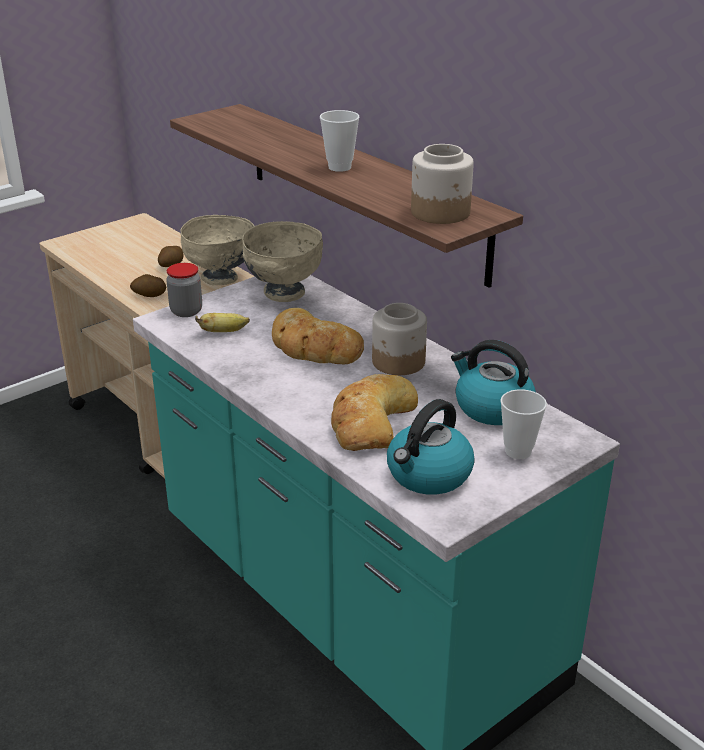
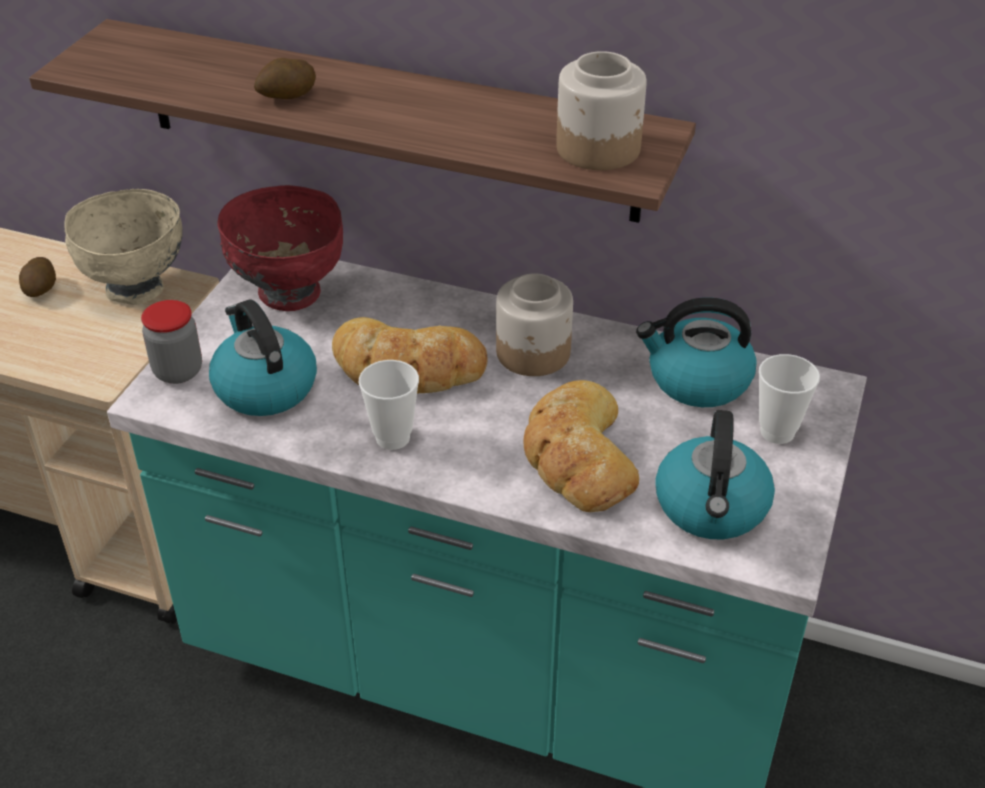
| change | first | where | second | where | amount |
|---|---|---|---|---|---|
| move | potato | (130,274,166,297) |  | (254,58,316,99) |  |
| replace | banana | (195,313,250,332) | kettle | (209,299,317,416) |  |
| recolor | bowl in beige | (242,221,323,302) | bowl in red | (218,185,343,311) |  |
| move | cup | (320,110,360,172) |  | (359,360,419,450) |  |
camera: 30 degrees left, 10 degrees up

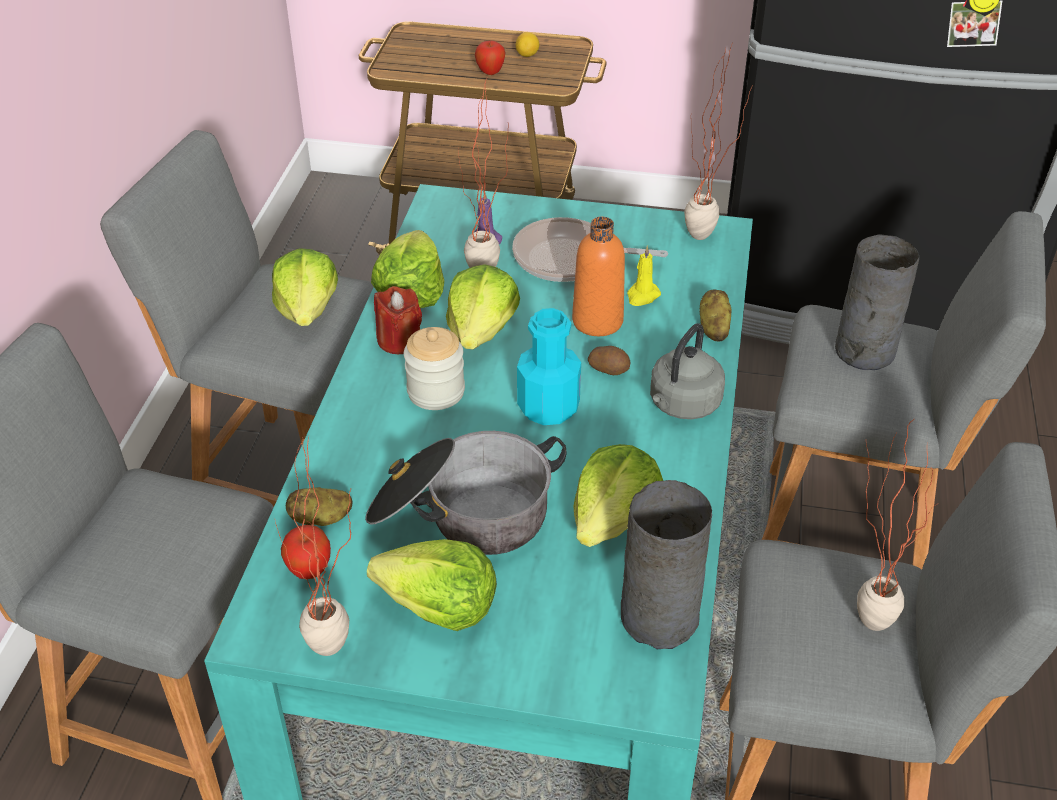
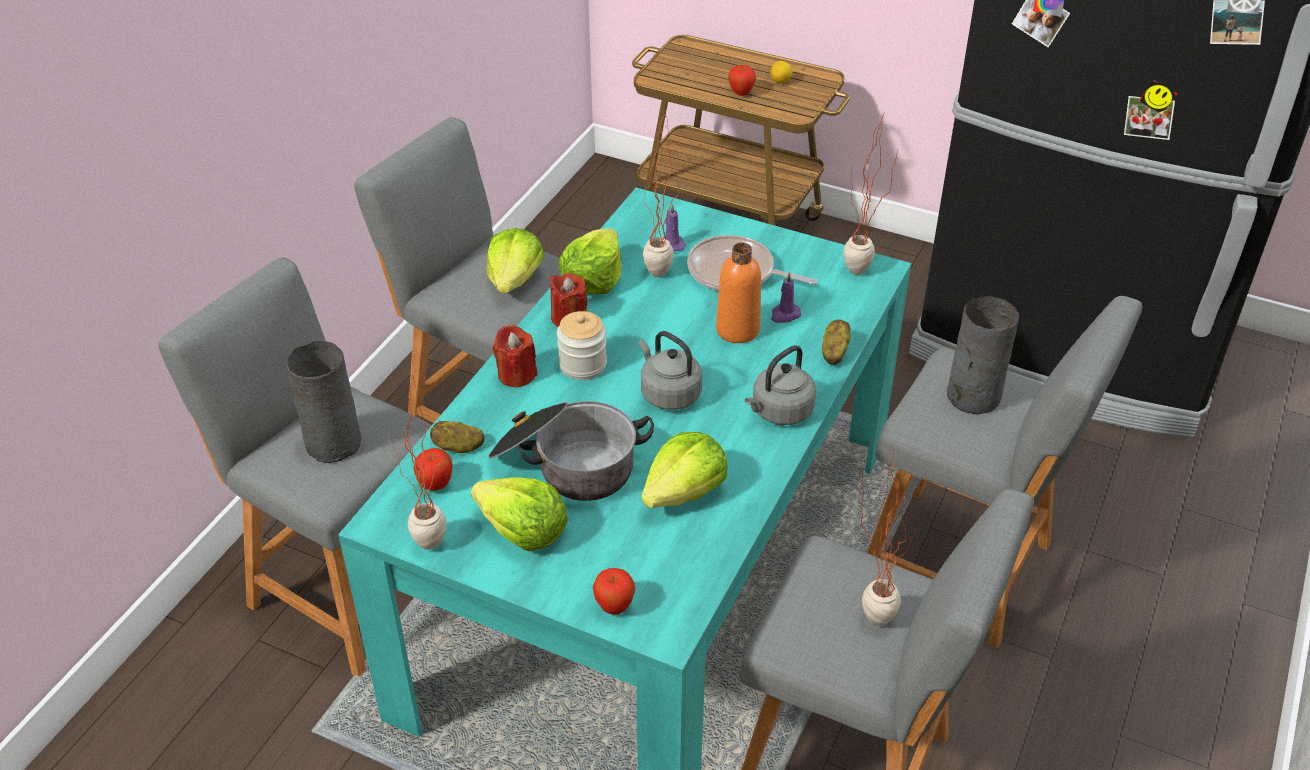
| change | first | where | second | where | amount |
|---|---|---|---|---|---|
| delete | lettuce | (446,264,520,350) |  |  |  |
| replace | bottle in turquoise | (517,308,581,425) | kettle in grey | (639,331,702,410) |  |
| delete | potato | (588,346,631,375) |  |  |  |
| move | vase in grey | (621,480,712,649) |  | (286,341,361,463) |  |
| recolor | candle in yellow | (627,245,661,306) | candle in purple | (771,272,801,323) |  |
| insert |  |  | candle in red | (493,324,537,387) |  |
| insert |  |  | apple | (593,568,636,615) |  |
camera: 15 degrees right, 0 degrees up

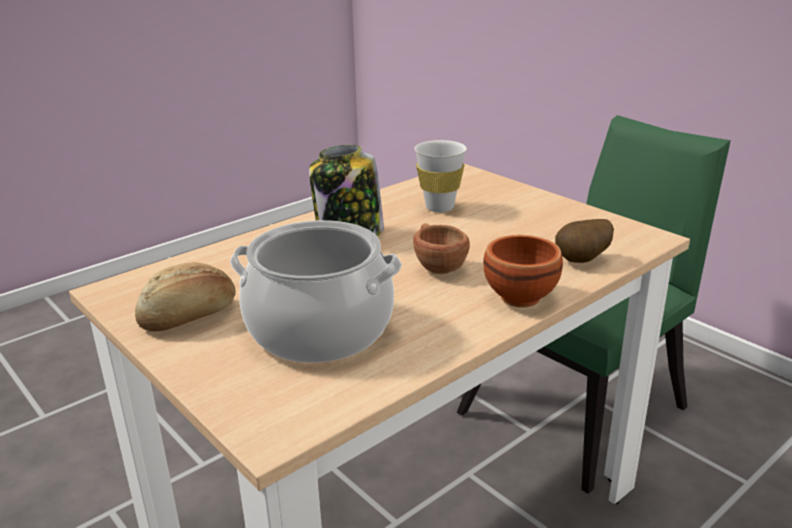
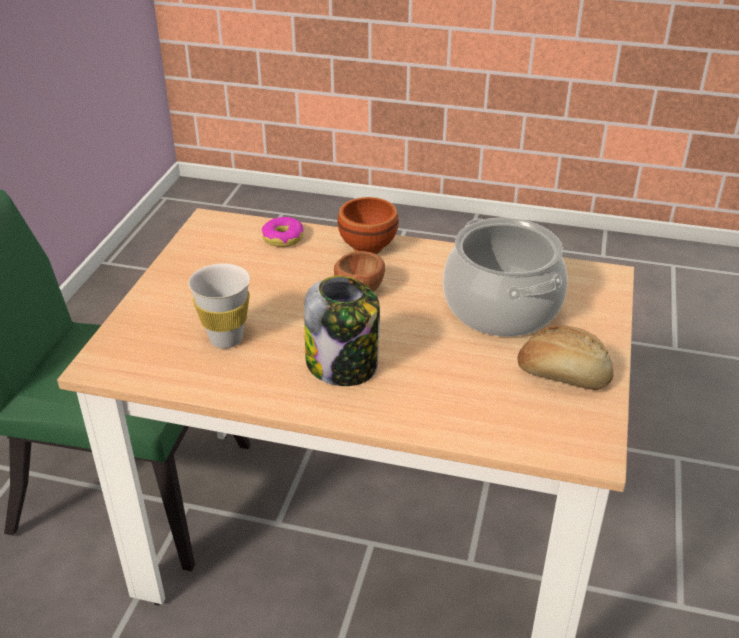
| change | first | where | second | where | amount |
|---|---|---|---|---|---|
| replace | potato | (555,219,614,263) | donut | (262,217,304,247) |  |
camera: 125 degrees left, 10 degrees up

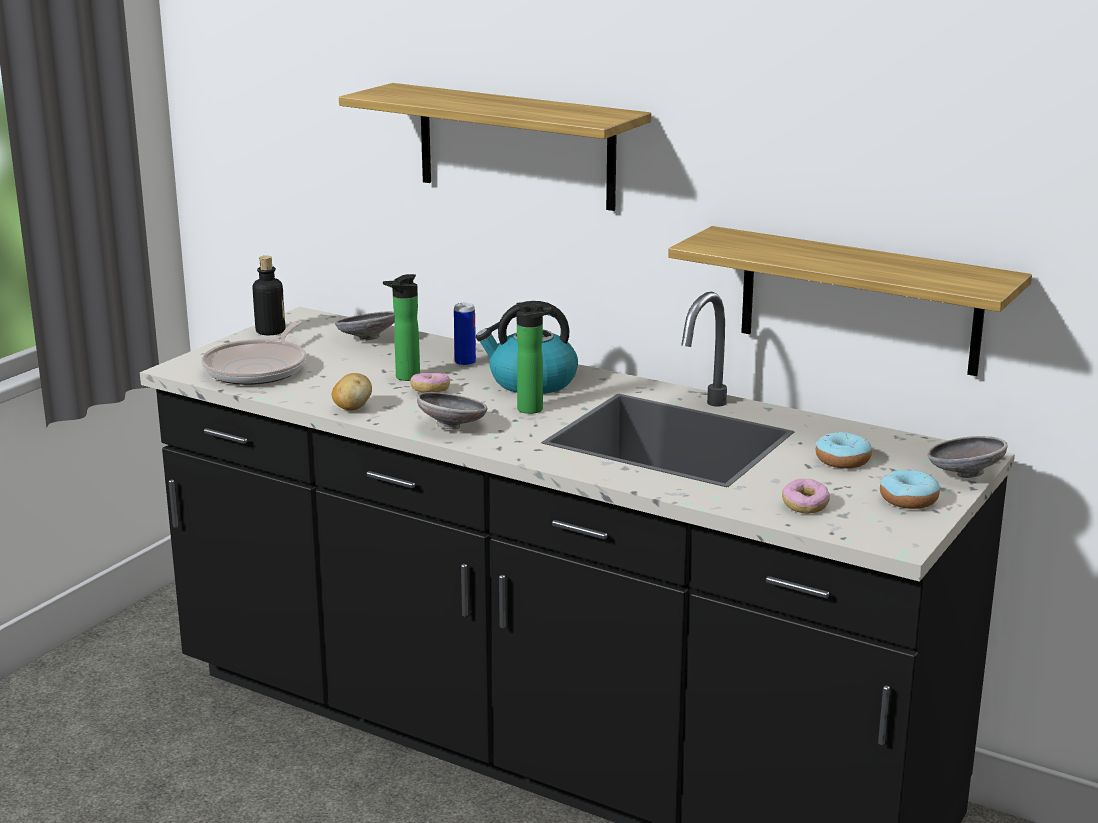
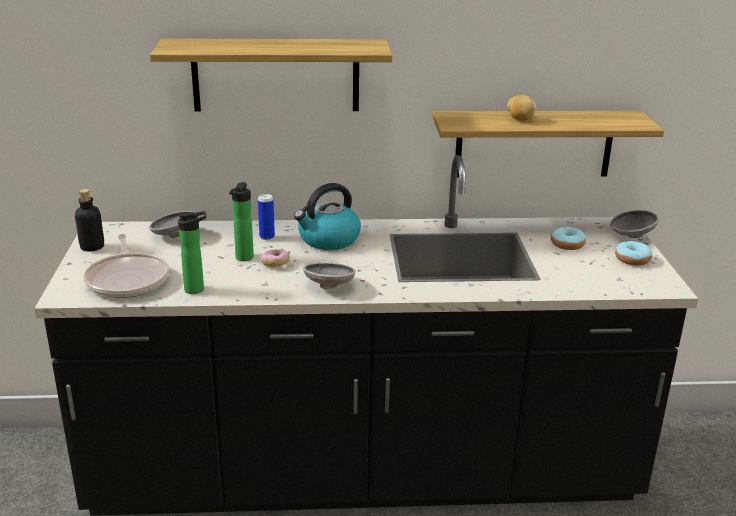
| change | first | where | second | where | amount |
|---|---|---|---|---|---|
| move | potato | (332,373,372,410) |  | (507,95,536,121) |  |
| move | bottle | (516,302,554,414) |  | (177,211,206,294) |  |
| delete | donut | (782,479,830,514) |  |  |  |
camera: 35 degrees left, 5 degrees up

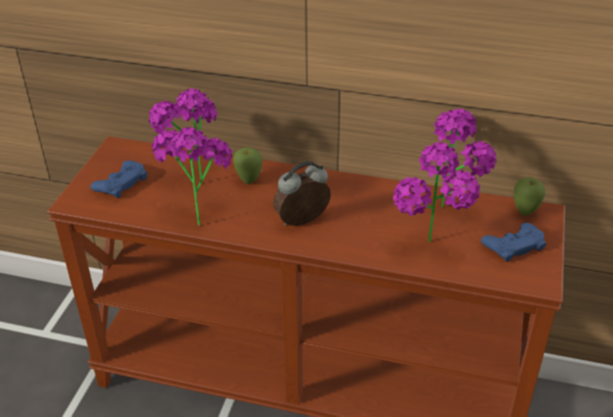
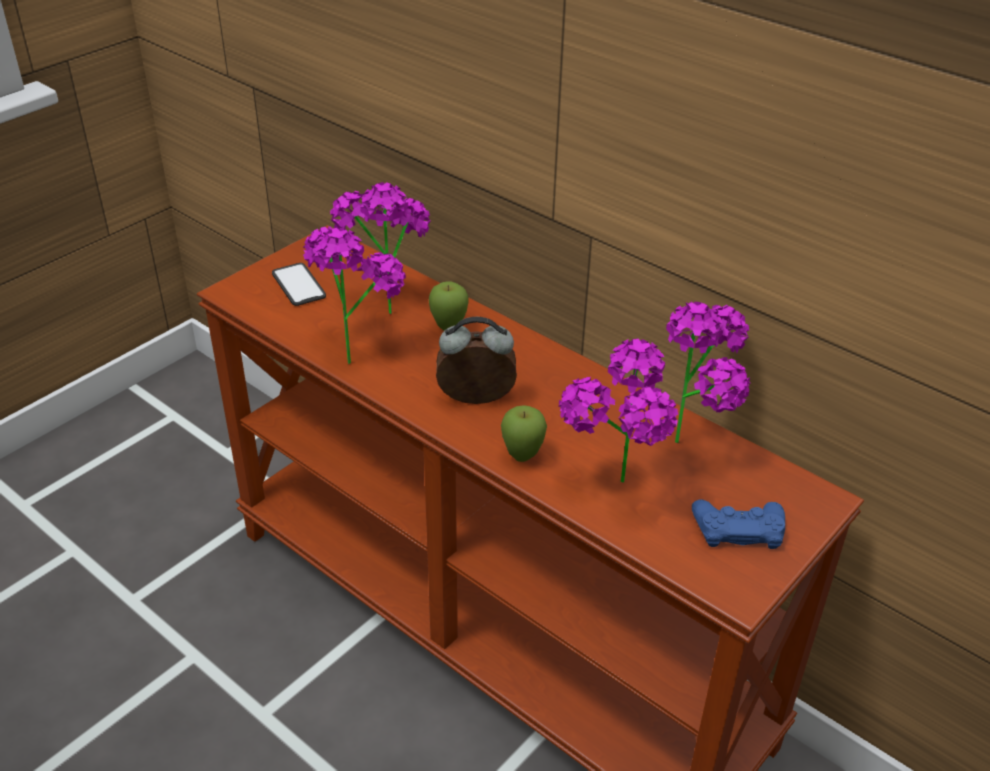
| change | first | where | second | where | amount |
|---|---|---|---|---|---|
| replace | game controller in blue | (90,160,147,198) | phone | (272,263,326,306) |  |
| move | apple | (514,177,546,216) |  | (501,405,547,462) |  |
camera: 25 degrees right, 0 degrees up

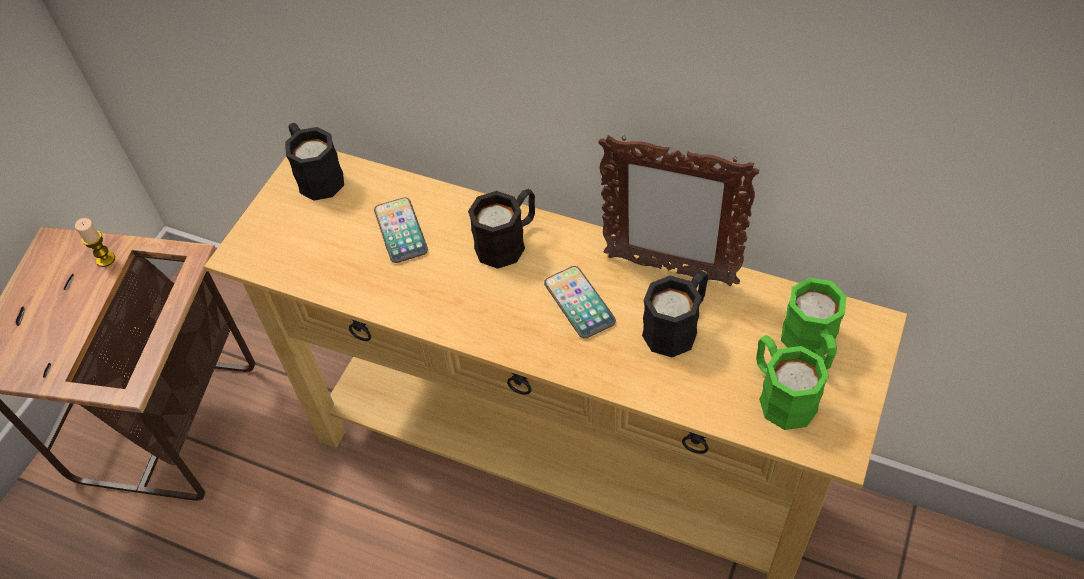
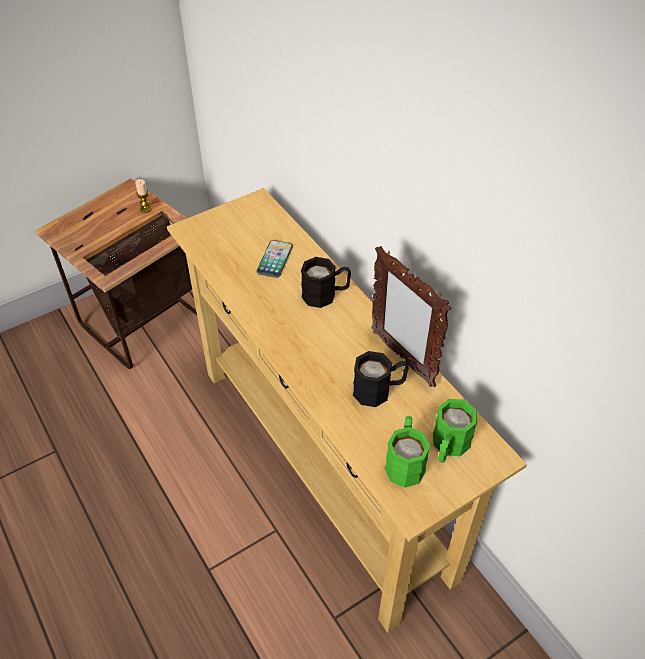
| change | first | where | second | where | amount |
|---|---|---|---|---|---|
| delete | mug in black | (285,123,344,201) |  |  |  |
| delete | phone | (544,266,616,338) |  |  |  |
camera: 30 degrees right, 5 degrees down

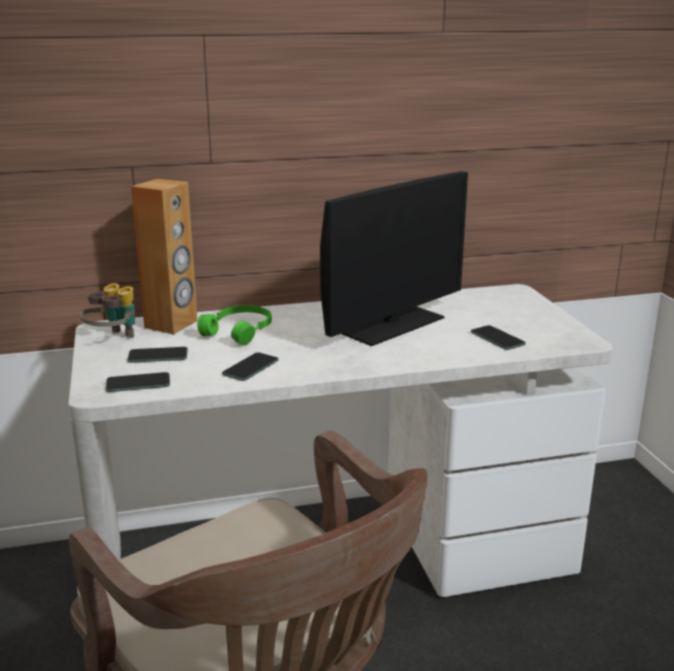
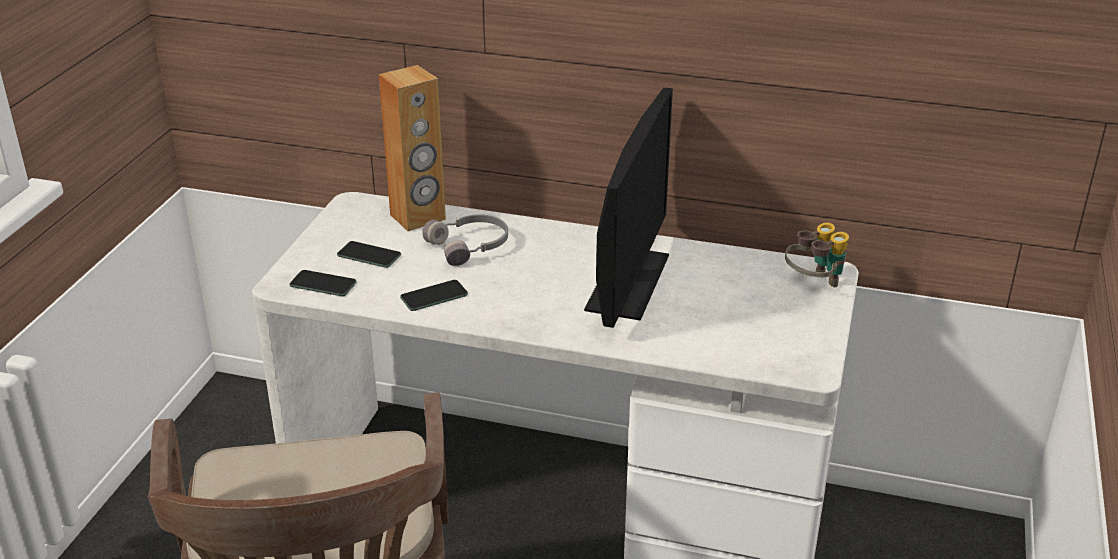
| change | first | where | second | where | amount |
|---|---|---|---|---|---|
| move | binoculars | (80,283,135,338) |  | (785,223,849,287) |  |
| recolor | headphones in green | (197,305,272,346) | headphones in grey | (422,215,508,266) |  |
| rotate | monitor | (320,171,468,346) |  | (584,88,673,328) | 60 degrees counterclockwise |
| delete | phone | (471,325,526,350) |  |  |  |
camera: 30 degrees right, 10 degrees up

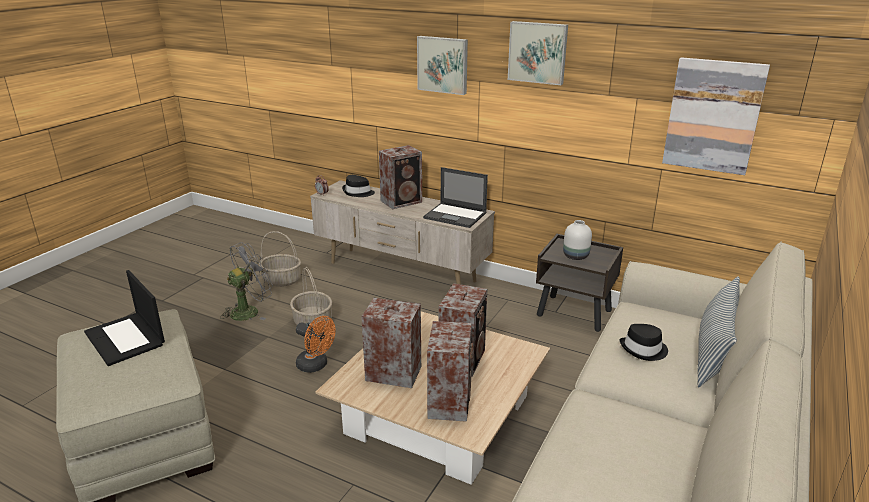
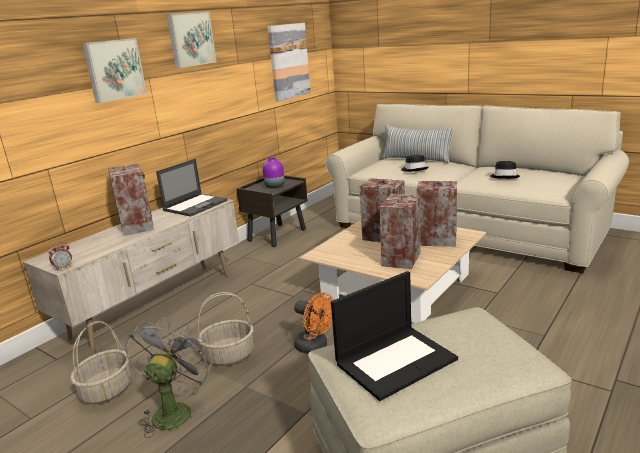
| change | first | where | second | where | amount |
|---|---|---|---|---|---|
| rotate | fan in grey | (220,242,273,321) |  | (125,317,213,438) | 45 degrees clockwise |
| rotate | fan in orange | (296,316,335,373) |  | (294,293,333,354) | 90 degrees clockwise |
| move | hat in black | (342,175,375,197) |  | (490,161,520,179) |  |
| recolor | vase in white | (563,220,592,260) | vase in purple | (263,157,285,188) |  |
camera: 80 degrees left, 5 degrees down

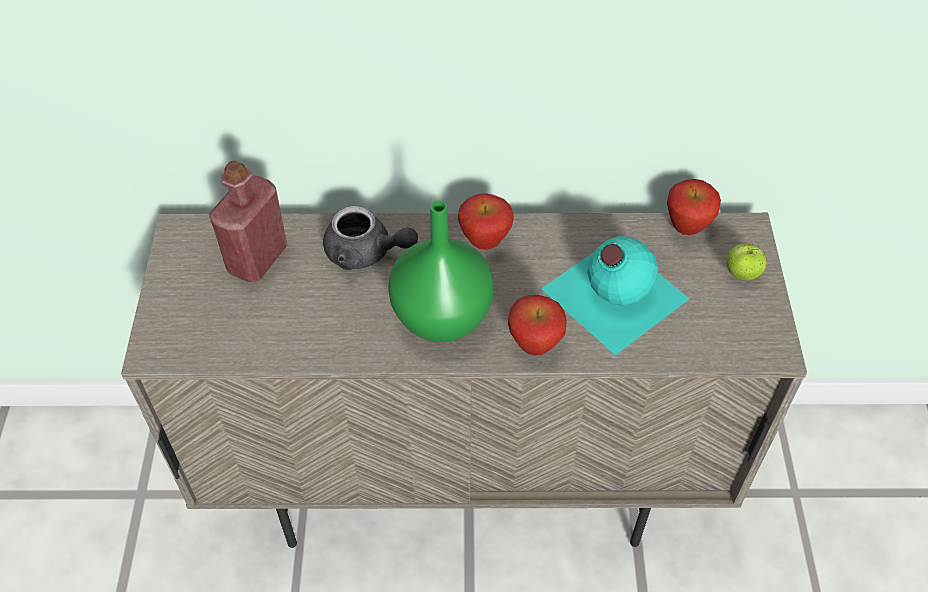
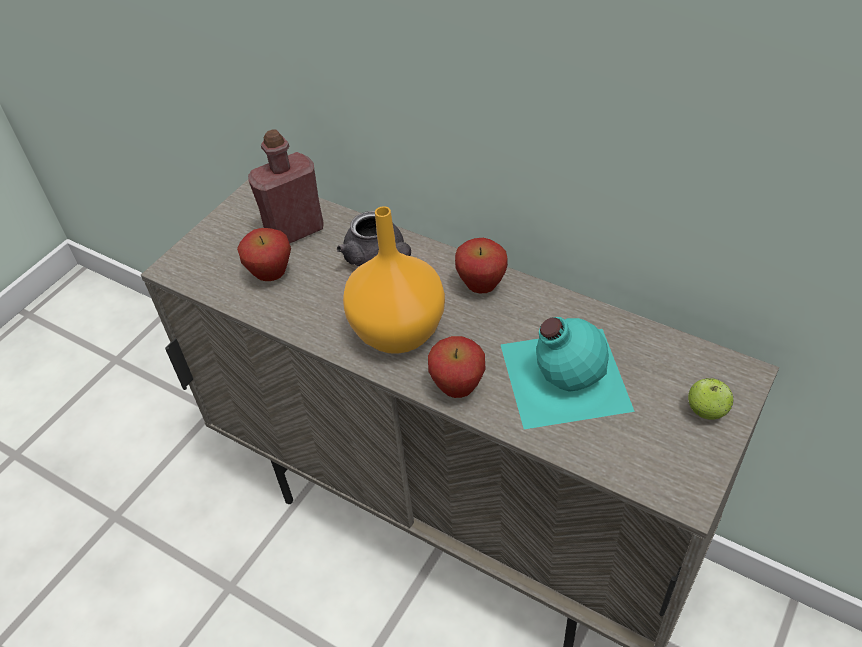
| change | first | where | second | where | amount |
|---|---|---|---|---|---|
| recolor | vase in green | (388,201,494,342) | vase in orange | (343,206,445,354) |  |
| move | apple | (667,179,721,235) |  | (237,228,291,281) |  |
camera: 35 degrees right, 5 degrees down

